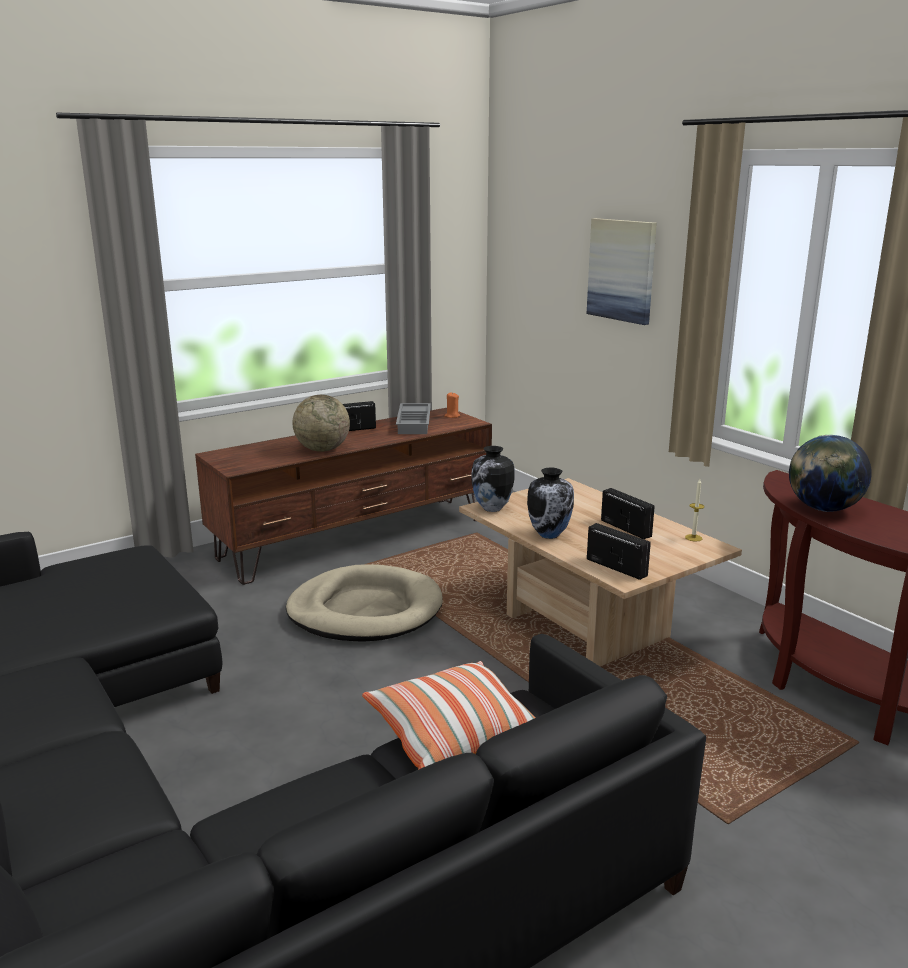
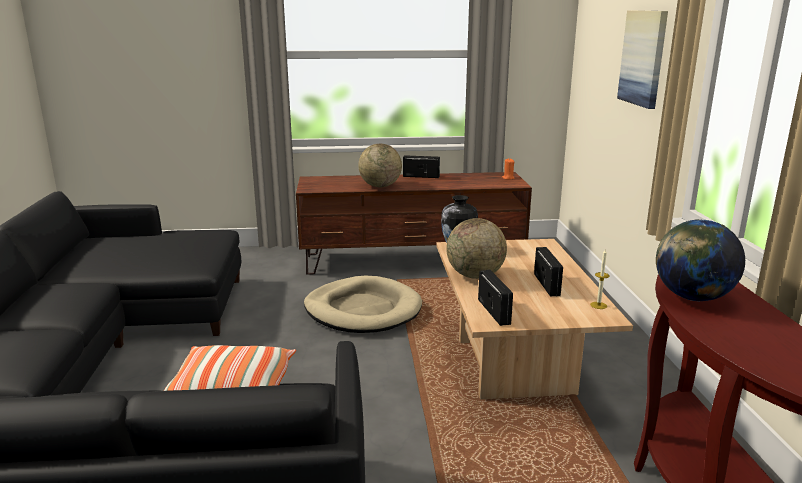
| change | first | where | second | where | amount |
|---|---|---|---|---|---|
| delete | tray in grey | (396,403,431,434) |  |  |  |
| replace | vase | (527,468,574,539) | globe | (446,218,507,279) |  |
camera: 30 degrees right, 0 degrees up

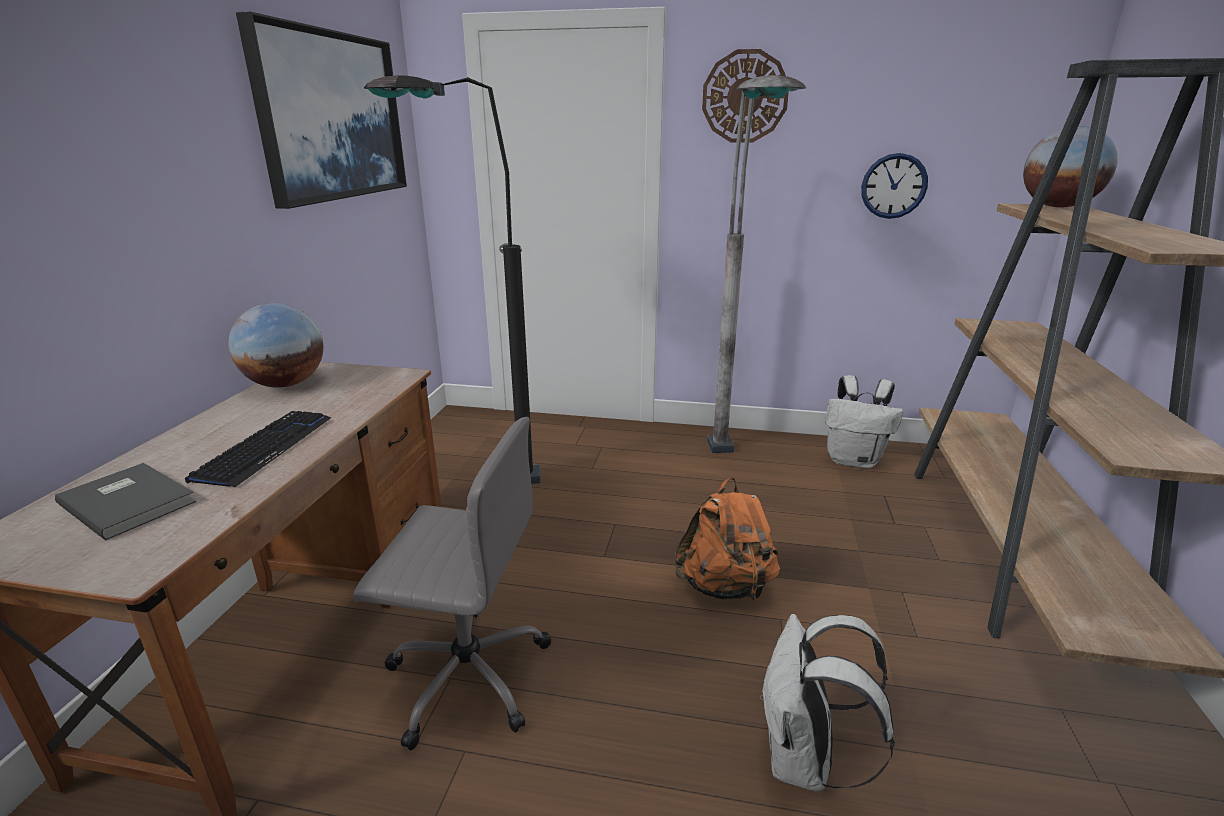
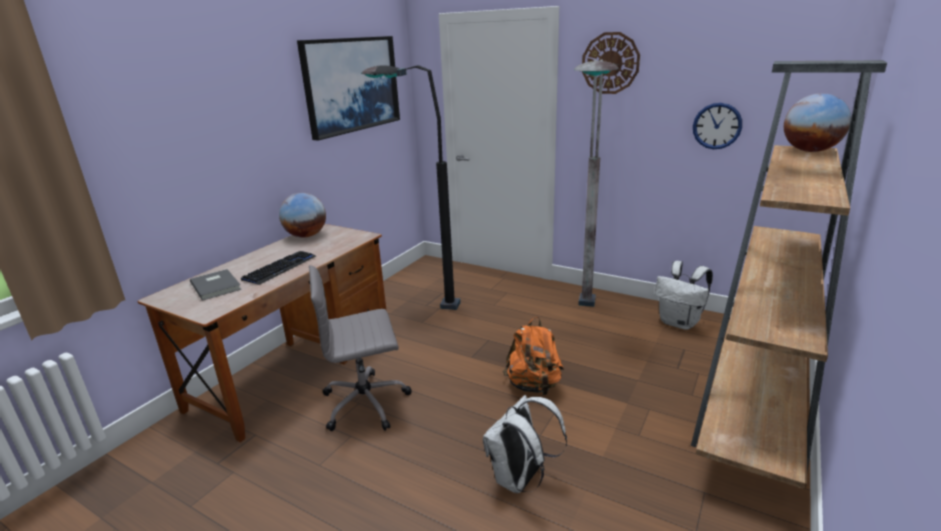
| change | first | where | second | where | amount |
|---|---|---|---|---|---|
| rotate | office chair in grey | (353,417,551,750) |  | (309,265,412,431) | 135 degrees clockwise |
camera: 20 degrees right, 0 degrees up

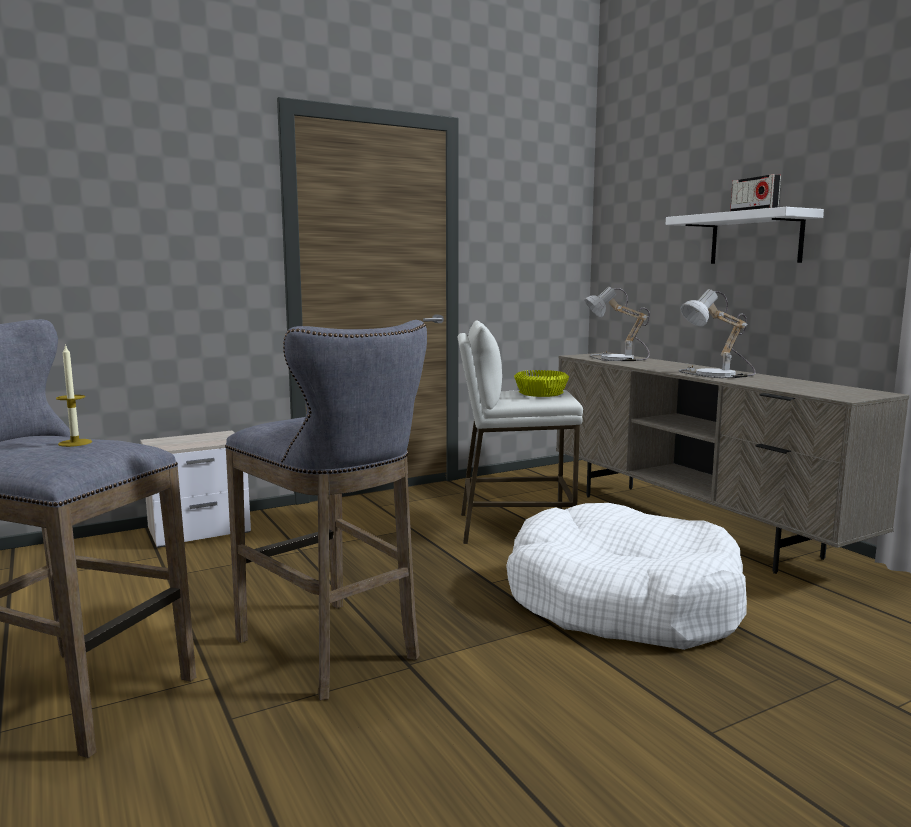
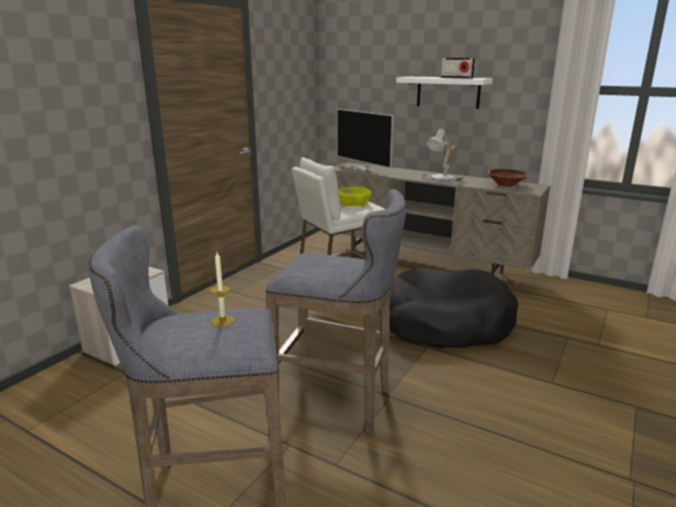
| change | first | where | second | where | amount |
|---|---|---|---|---|---|
| recolor | dog bed in white | (506,503,747,650) | dog bed in black | (379,268,518,349) |  |
| replace | table lamp | (584,287,650,361) | television | (337,109,393,172) |  |
| insert |  |  | bowl in brown | (488,169,528,187) |  |
camera: 30 degrees left, 10 degrees up

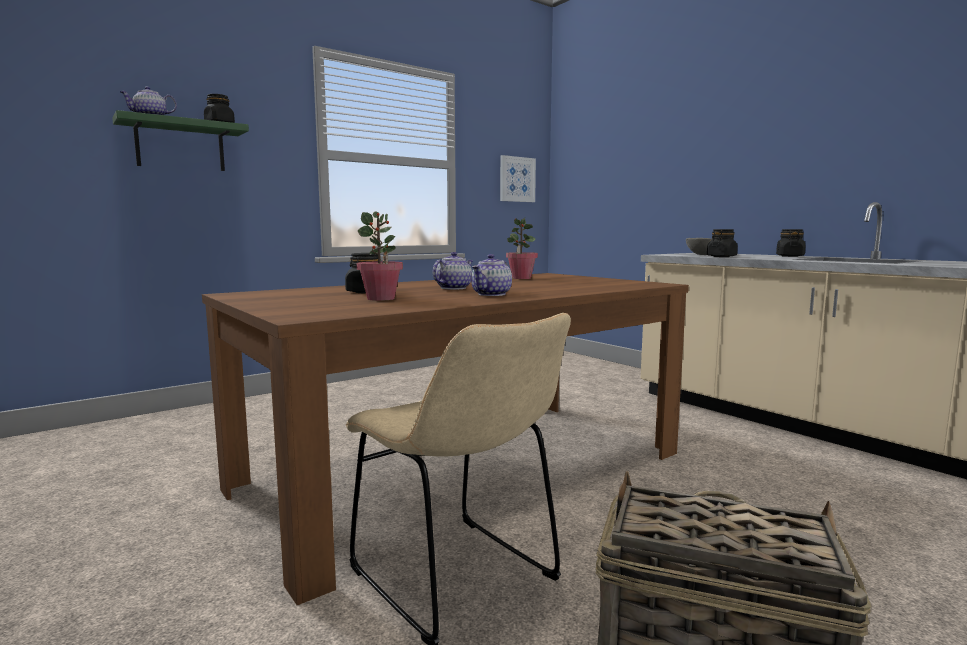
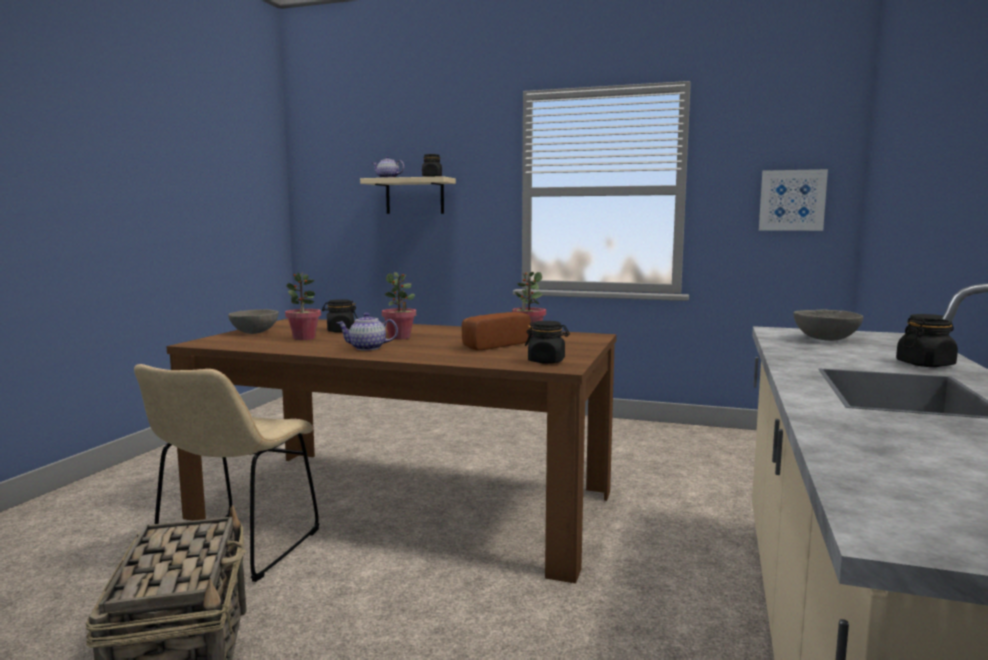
| change | first | where | second | where | amount |
|---|---|---|---|---|---|
| recolor | shelf in green | (112,110,249,171) | shelf in beige | (360,176,456,214) |  |
| replace | teapot | (433,252,473,290) | potted plant | (382,272,416,340) |  |
| move | jar in black | (707,229,738,257) |  | (525,321,570,364) |  |
| insert |  |  | bowl in grey | (228,309,279,334) |  |
| insert |  |  | bread | (461,312,531,350) |  |
camera: 55 degrees right, 0 degrees up

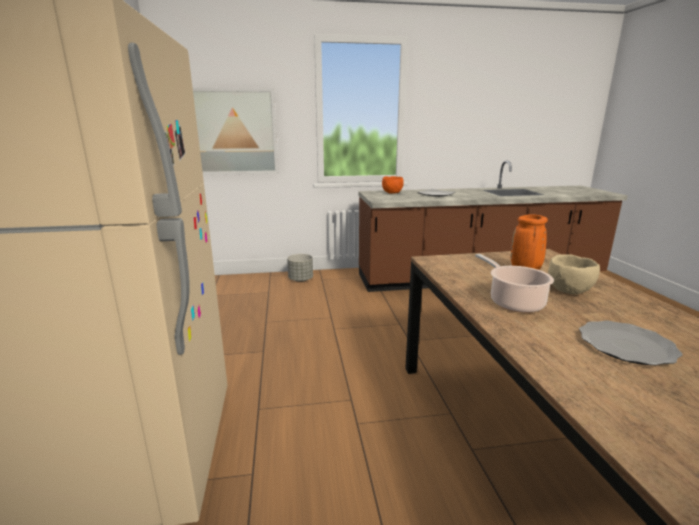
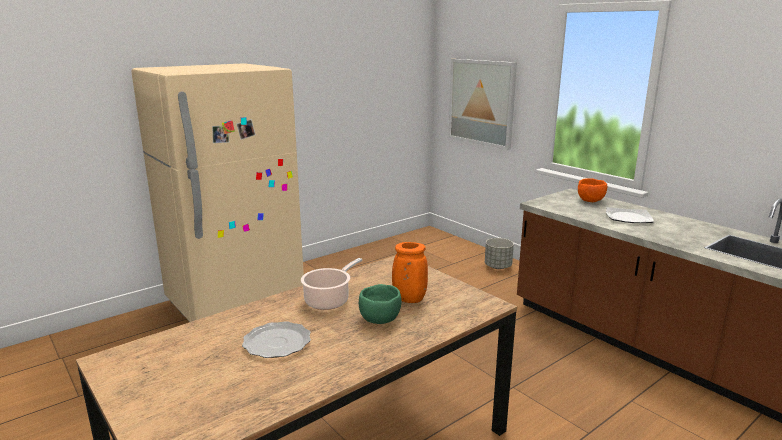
| change | first | where | second | where | amount |
|---|---|---|---|---|---|
| recolor | bowl in beige | (548,254,600,294) | bowl in green | (359,284,401,324) |  |
camera: 60 degrees right, 0 degrees up

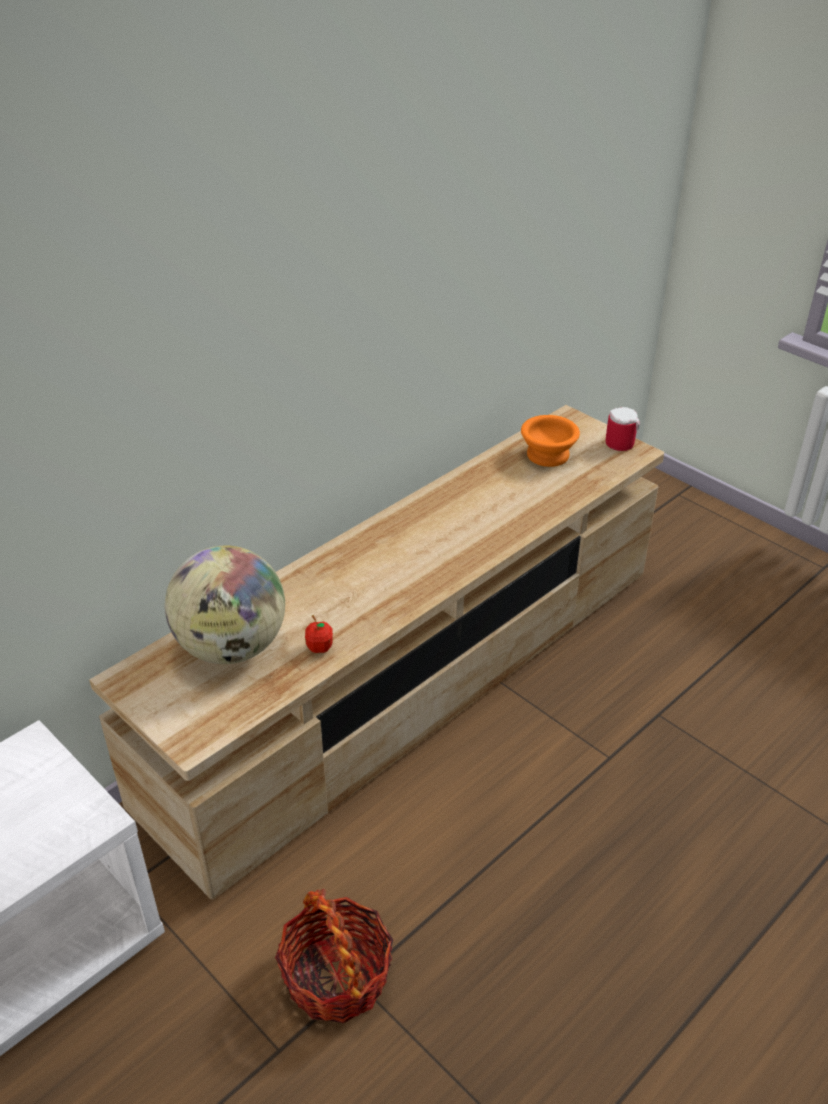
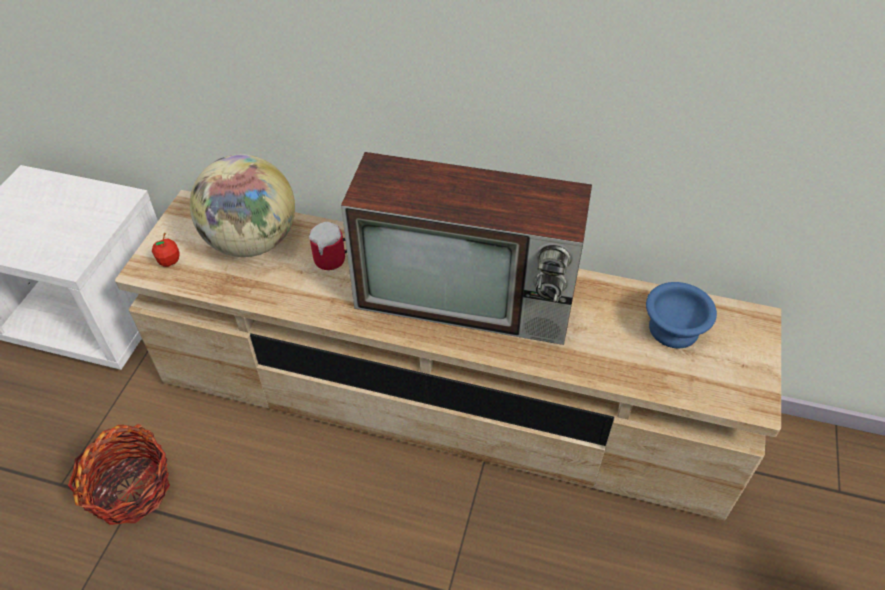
| change | first | where | second | where | amount |
|---|---|---|---|---|---|
| move | apple | (305,615,333,653) |  | (152,233,179,267) |  |
| recolor | bowl in orange | (521,415,580,467) | bowl in blue | (646,282,717,348) |  |
| move | mug | (606,407,640,451) |  | (309,222,347,270) |  |
| insert |  |  | television | (341,152,592,345) |  |
camera: 60 degrees right, 10 degrees up

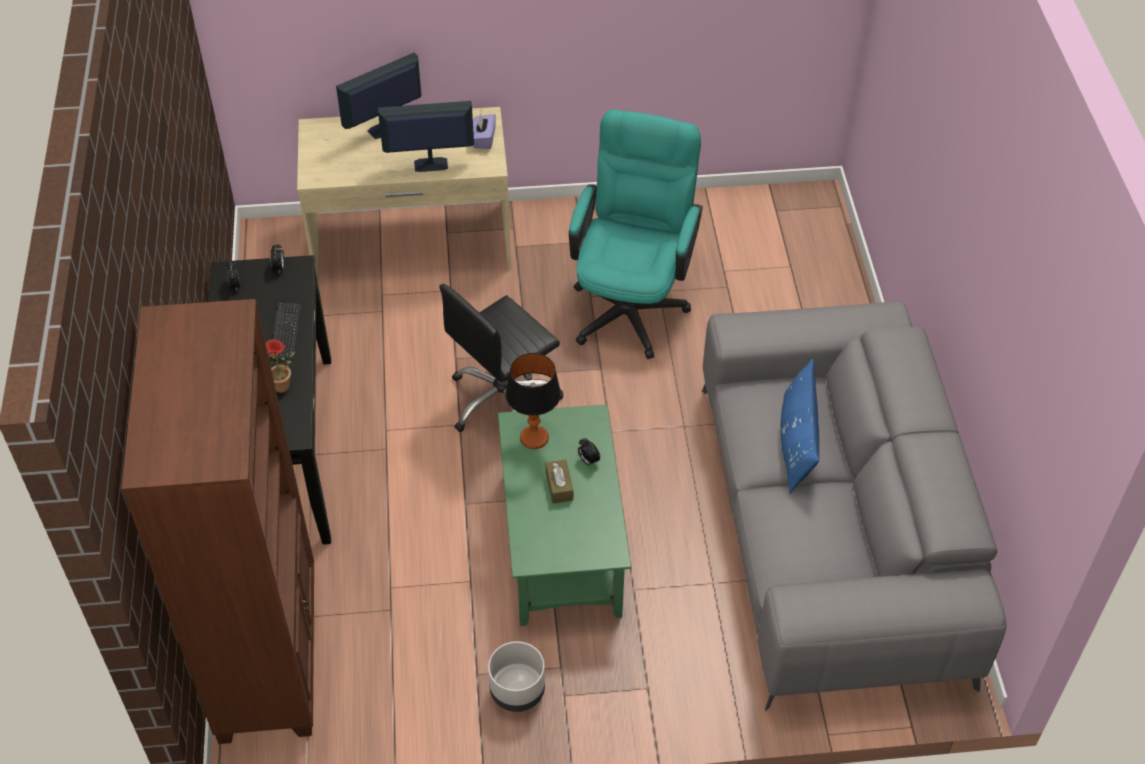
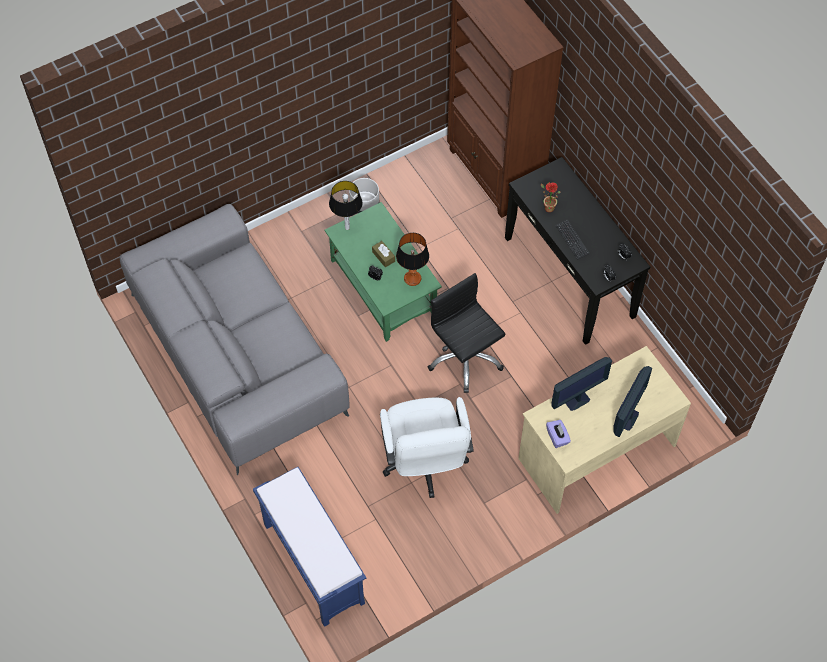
| change | first | where | second | where | amount |
|---|---|---|---|---|---|
| rotate | office chair in black | (439,284,564,432) |  | (428,273,506,393) | 60 degrees counterclockwise |
| recolor | office chair in turquoise | (569,109,703,359) | office chair in white | (380,397,474,498) |  |
| delete | pillow in blue | (780,359,819,494) |  |  |  |
| insert |  |  | bench in blue | (253,467,366,627) |  |
| insert |  |  | table lamp | (329,181,362,230) |  |
camera: 155 degrees right, 10 degrees up

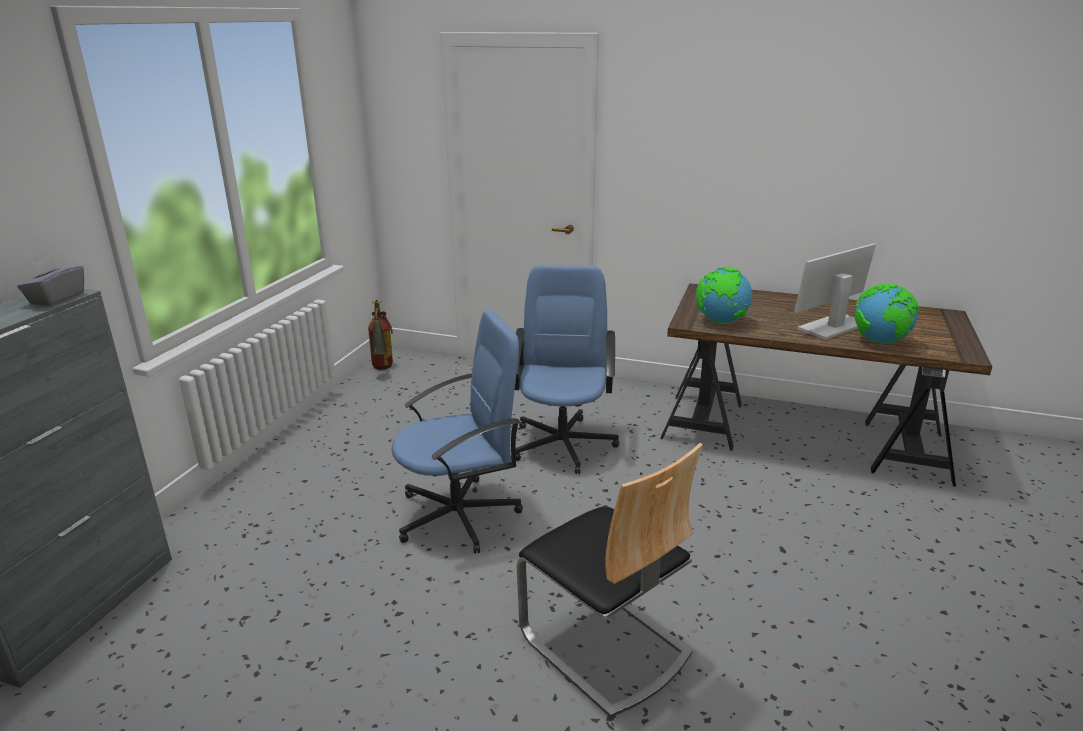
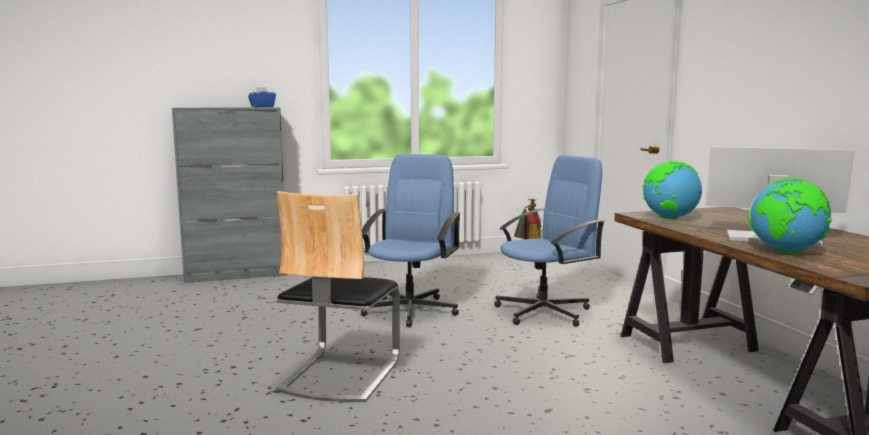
| change | first | where | second | where | amount |
|---|---|---|---|---|---|
| recolor | tissue box in grey | (17,256,84,306) | tissue box in blue | (248,87,276,107) |  |
| rotate | office chair in blue | (392,310,523,554) |  | (361,154,461,327) | 105 degrees counterclockwise |
camera: 55 degrees right, 15 degrees down

